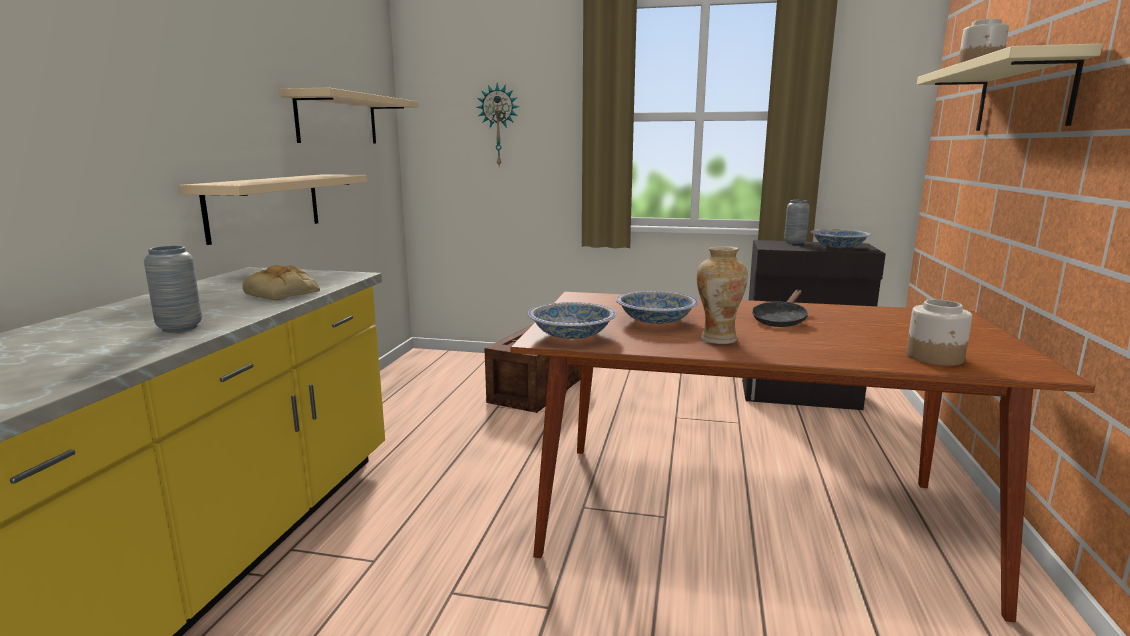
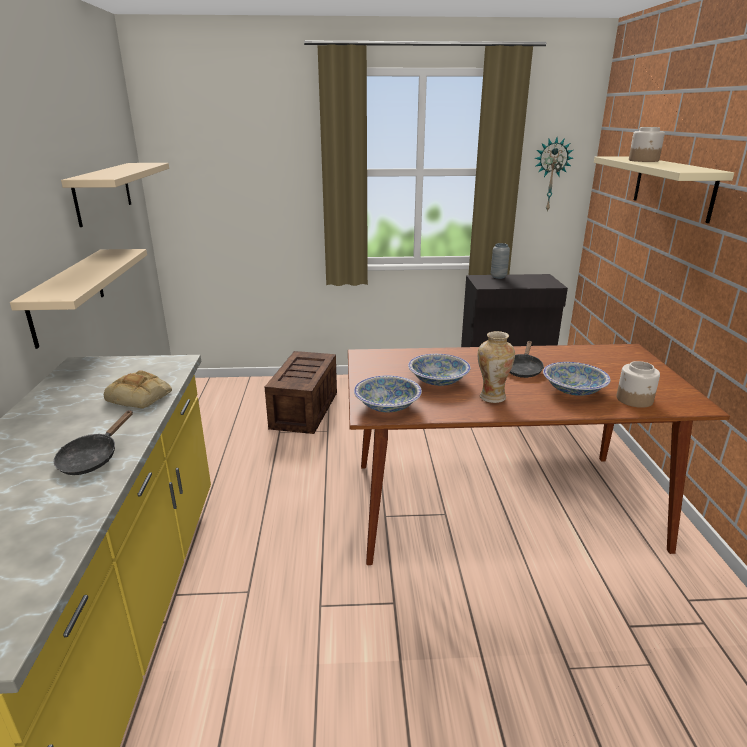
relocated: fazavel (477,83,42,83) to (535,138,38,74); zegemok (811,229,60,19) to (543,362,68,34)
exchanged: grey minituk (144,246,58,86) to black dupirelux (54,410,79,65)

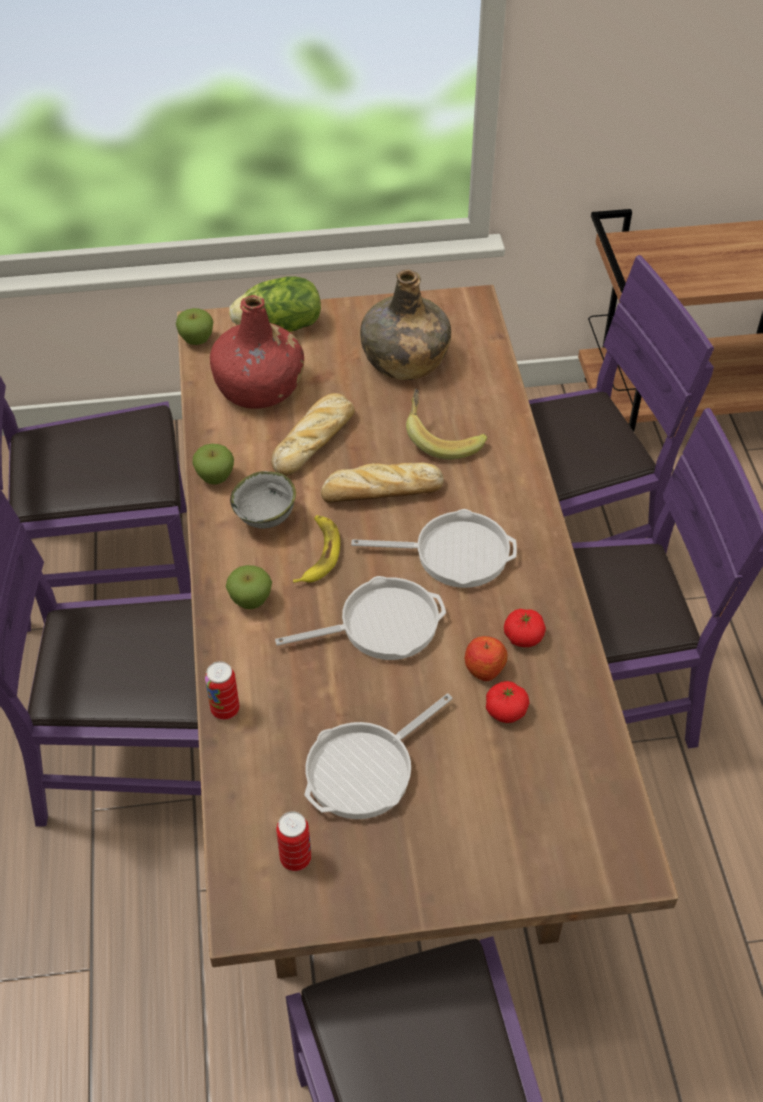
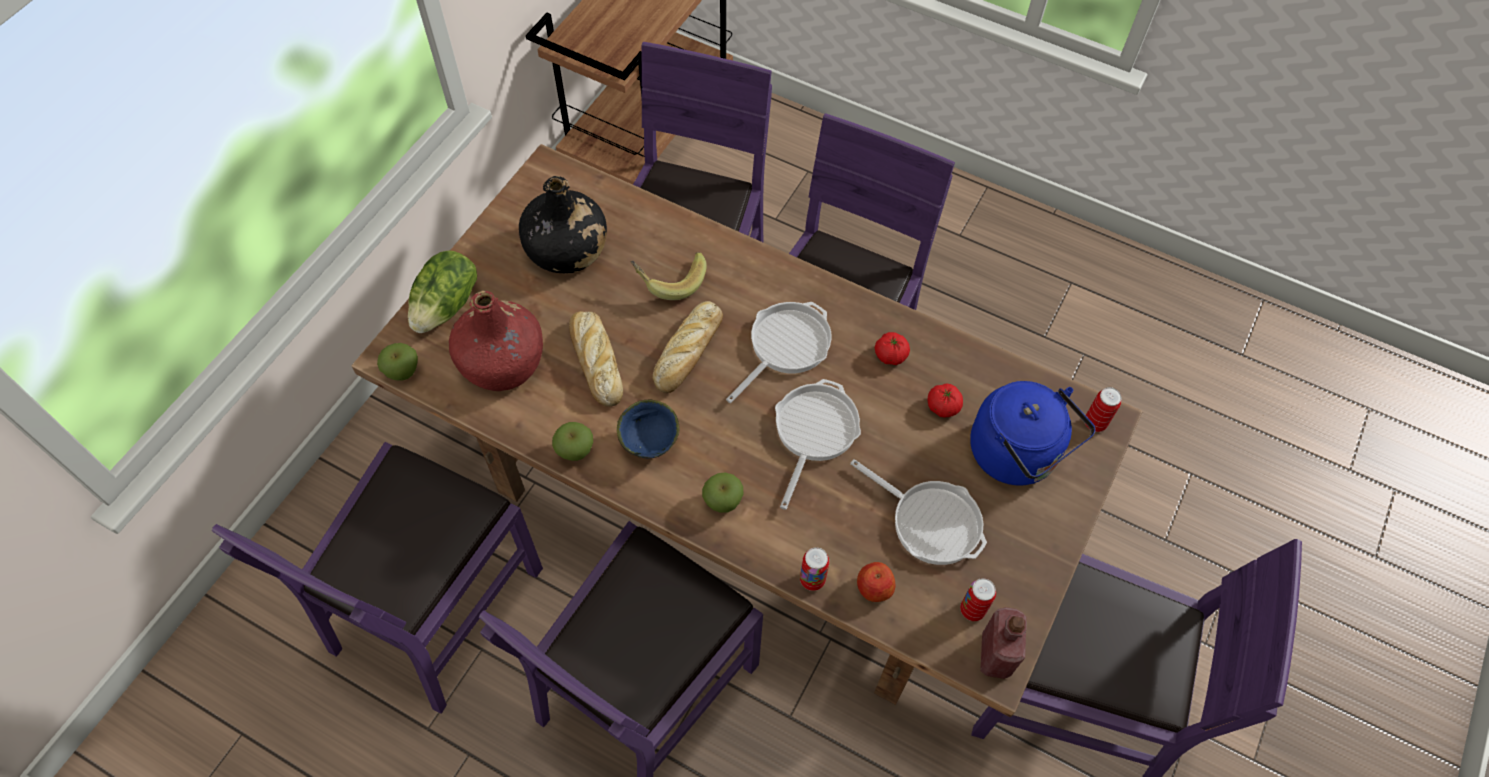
missing: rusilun (293,515,47,68)
appeared: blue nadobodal (970,381,125,104); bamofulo (1085,387,37,45); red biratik (980,607,47,72)
relocated: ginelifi (465,636,43,45) to (857,562,38,40)
colour: green biratik (360,269,91,111) to black biratik (519,176,88,98); grey zegemok (230,471,66,58) to blue zegemok (617,400,62,58)
spun: dupirelux (304,693,149,126) = (850,459,137,106) 45 degrees counterclockwise

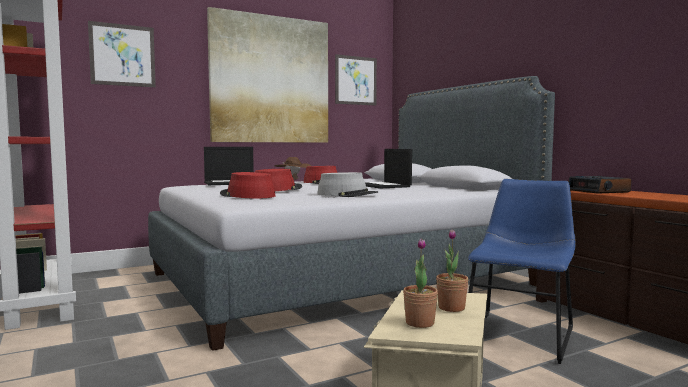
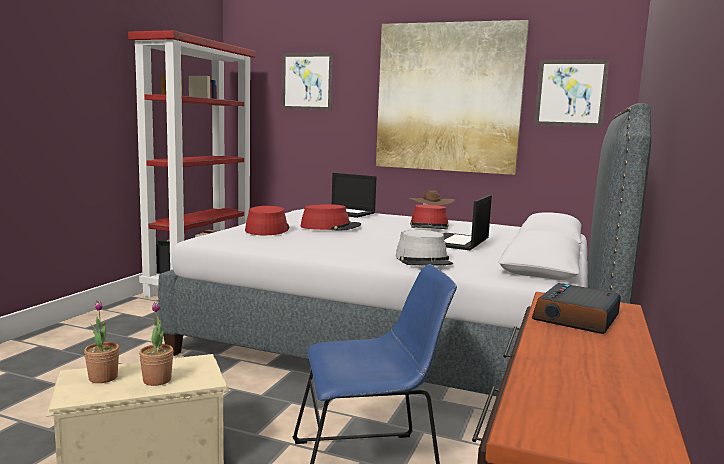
relocated: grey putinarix (317,172,61,25) to (396,230,57,36)

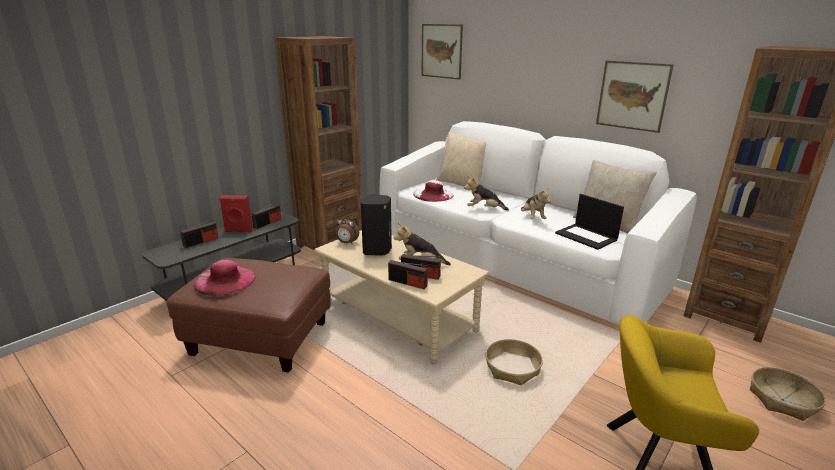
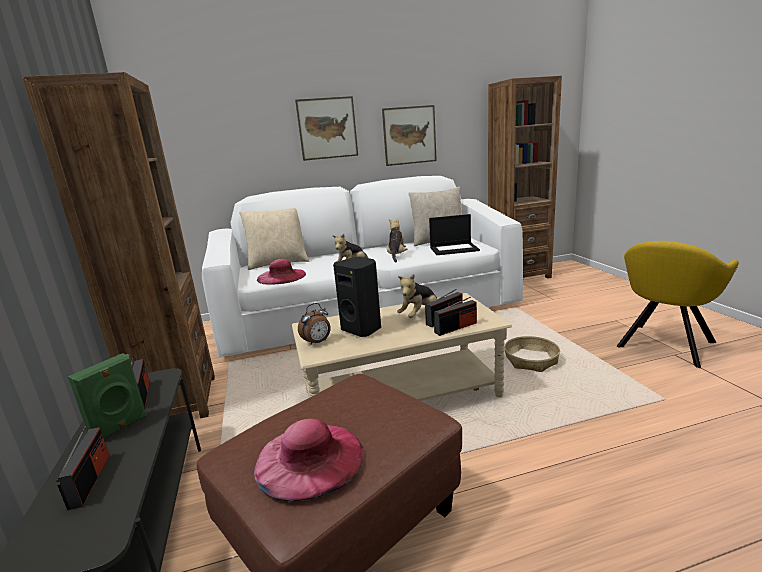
missing: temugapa (750,367,76,54)
relocated: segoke (421,24,42,56) to (295,96,63,65)
colour: white putinarix (413,180,41,22) to pink putinarix (257,259,49,26); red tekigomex (219,195,34,37) to green tekigomex (68,353,79,86)
spun: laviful (521,188,30,31) = (387,218,20,45) 105 degrees counterclockwise

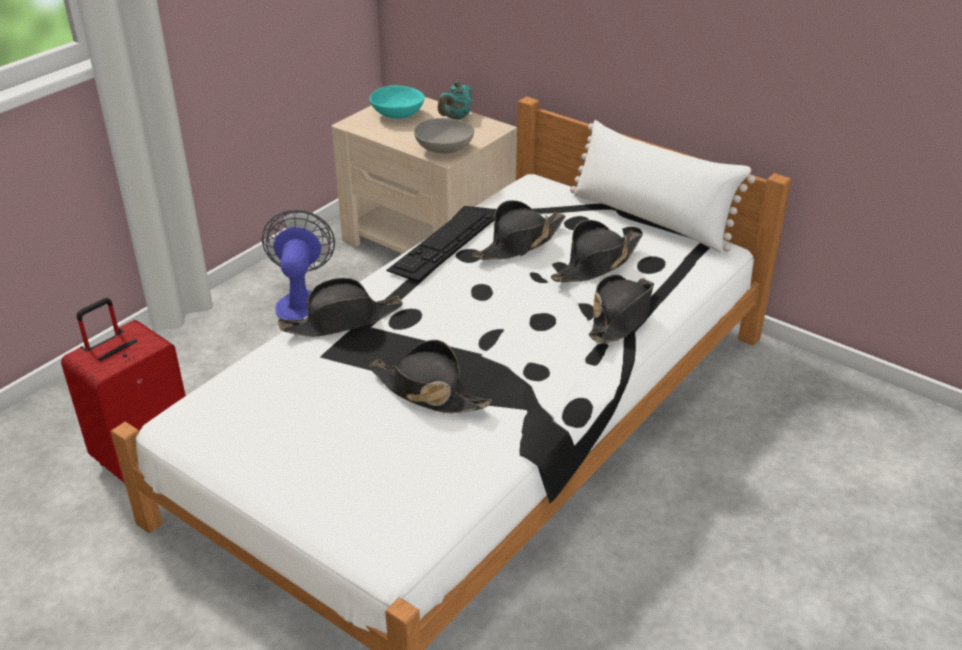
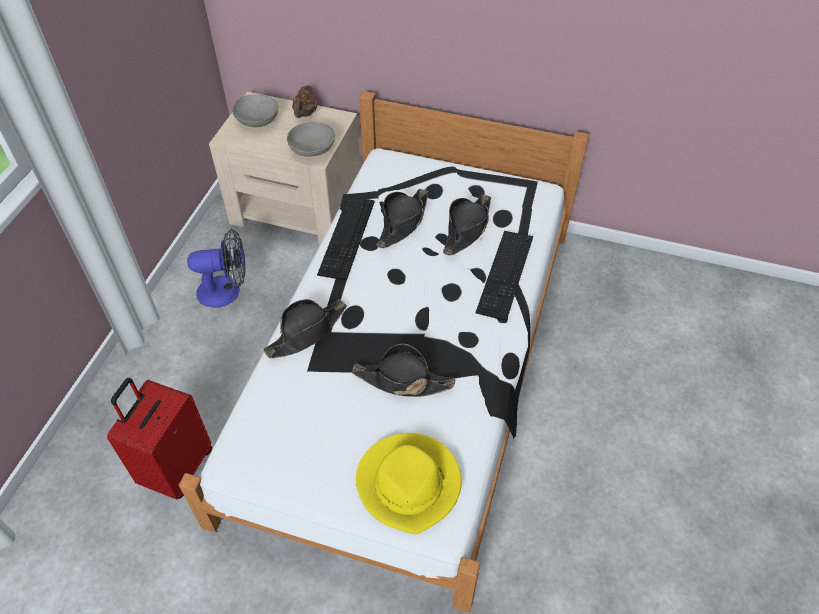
missing: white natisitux (570,120,185,133)
appeared: yellow putinarix (356,433,106,101)
exchanged: black putinarix (588,274,66,69) to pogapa (475,231,58,90)
colour: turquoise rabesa (438,81,35,39) to brown rabesa (292,85,25,33); turquoise zegemok (370,85,55,34) to grey zegemok (232,95,46,32)
spun: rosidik (262,210,73,110) = (187,229,58,79) 105 degrees clockwise

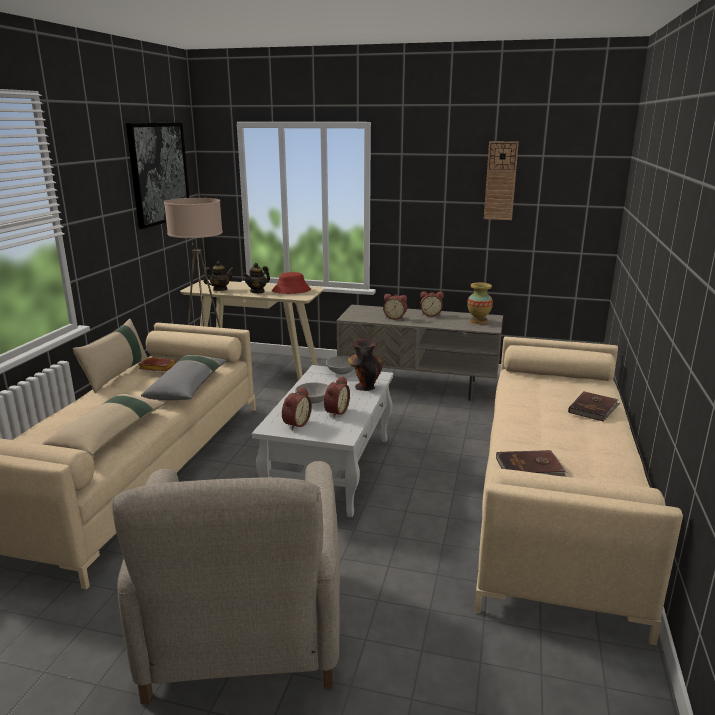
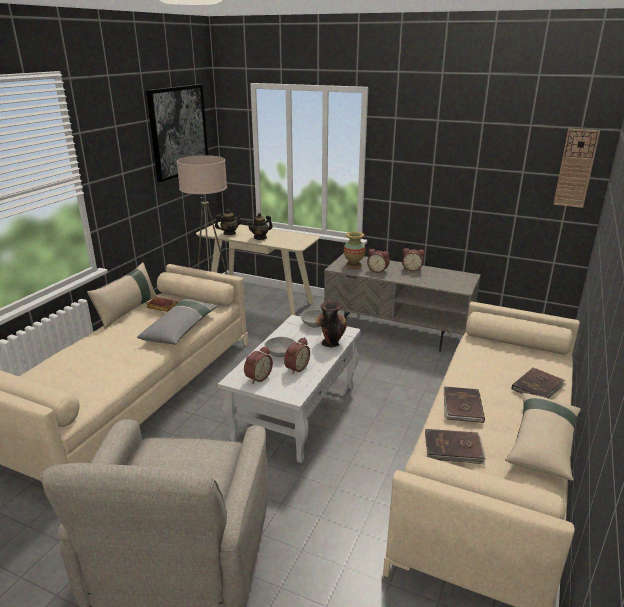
missing: red putinarix (272,272,39,22)
appeared: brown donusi (444,387,41,36)
relocated: fazavel (484,141,35,79) to (553,129,47,79); minituk (467,283,26,41) to (344,232,22,36); beige natisitux (42,394,123,62) to (505,393,76,88)

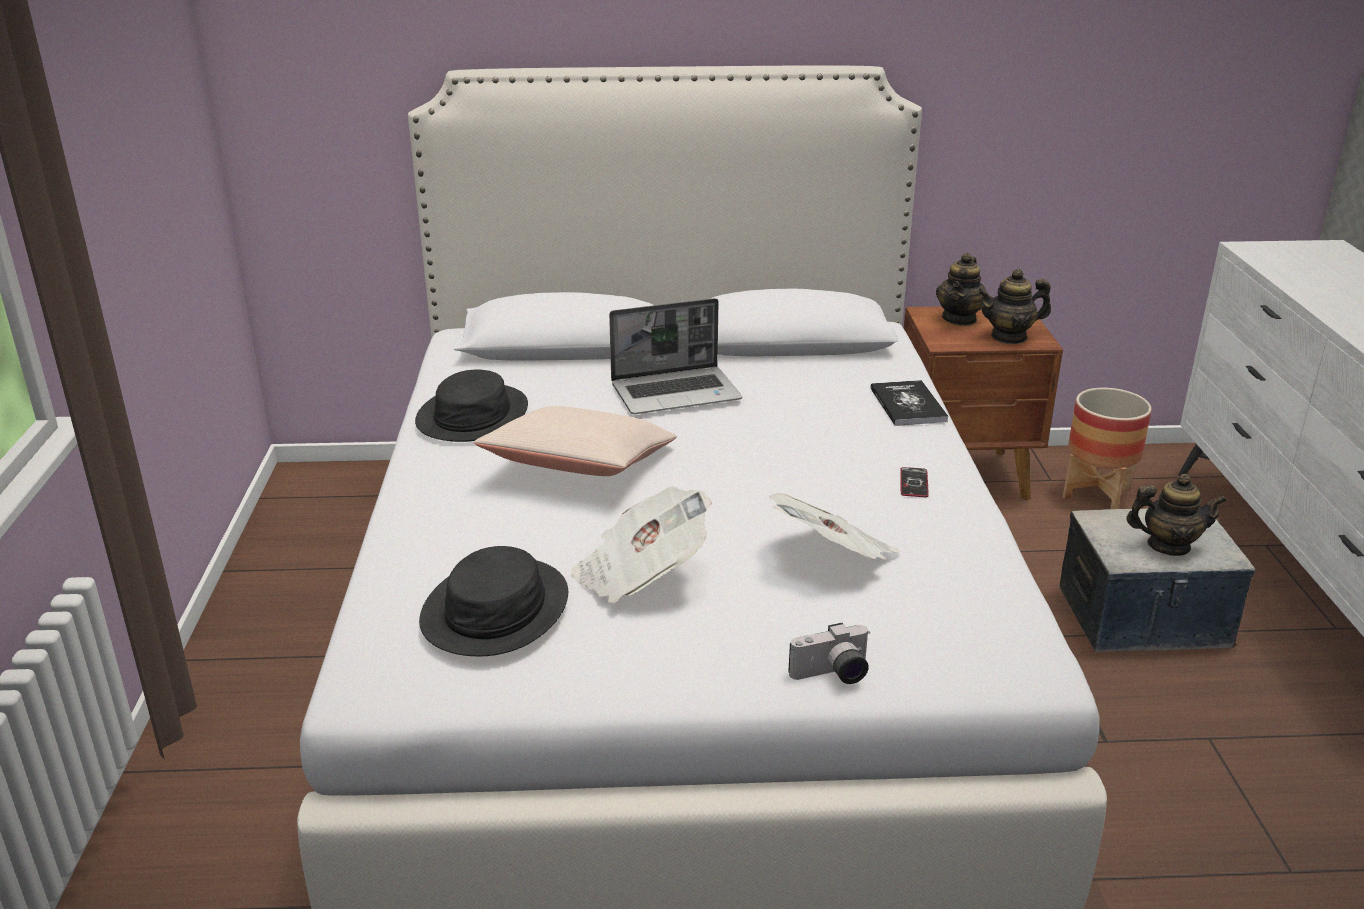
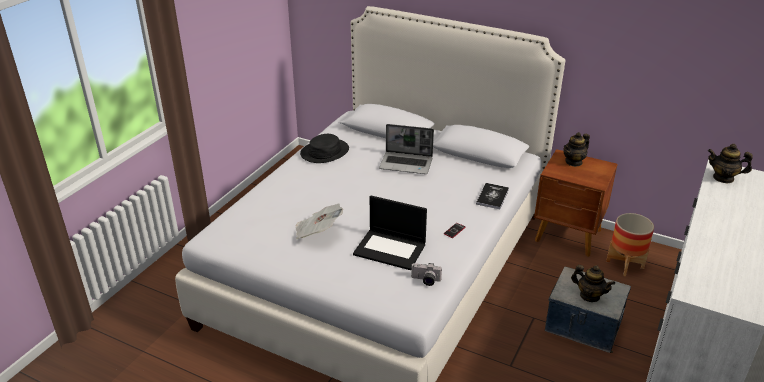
missing: beige natisitux (474,406,203,70); black putinarix (419,546,149,110)
relocated: rabesa (978,269,73,75) to (708,144,45,39); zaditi (788,623,82,61) to (411,263,31,23)
exchanged: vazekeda (769,493,131,67) to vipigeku (353,195,74,75)

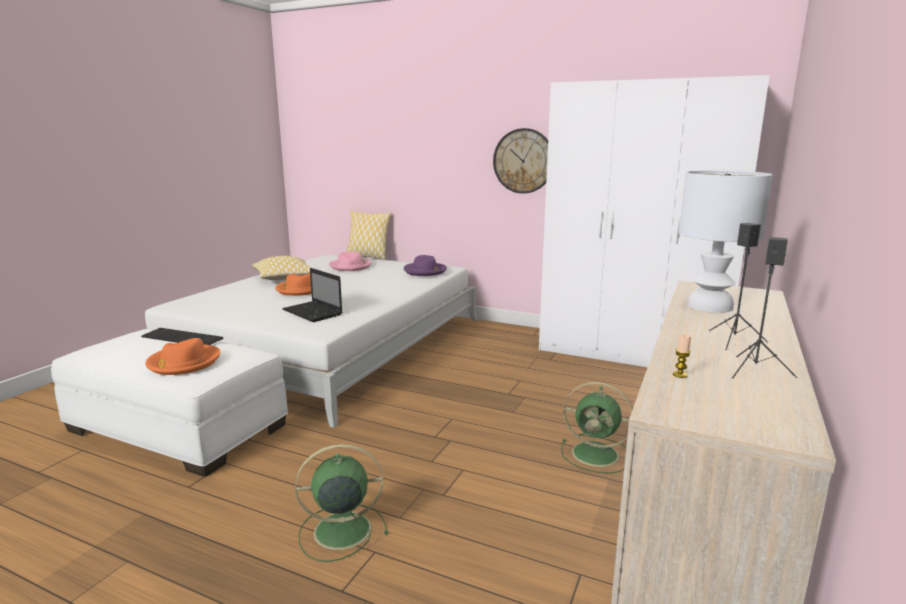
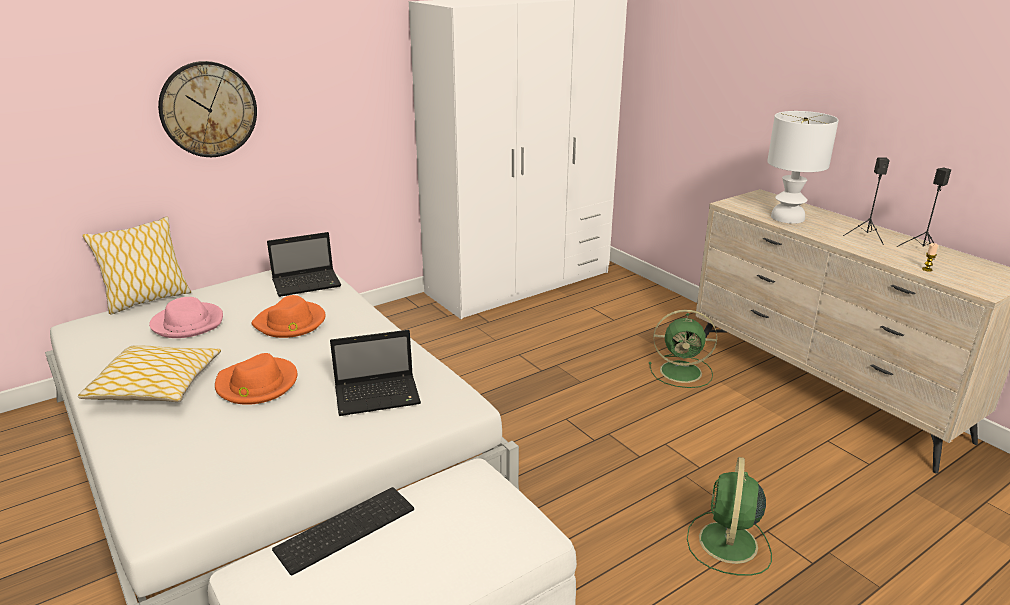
relocated: fazavel (493,128,55,66) to (158,61,99,96); orange putinarix (145,338,75,37) to (252,295,74,43)
exchanged: purple putinarix (404,255,43,21) to vipigeku (267,232,74,65)
spun: green rosidik (561,382,72,92) = (649,310,68,78) 45 degrees clockwise

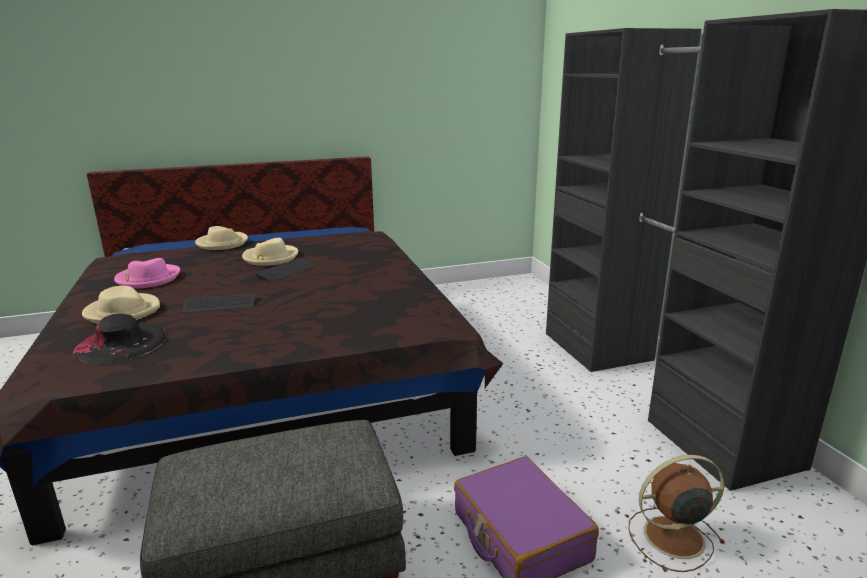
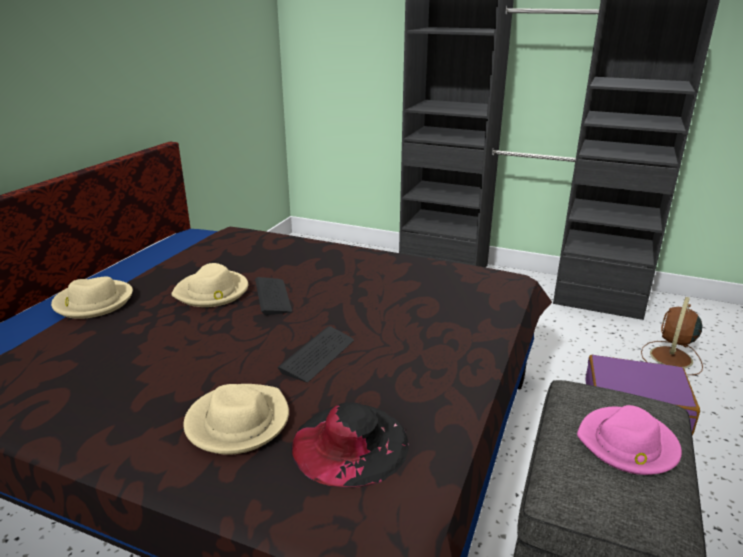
relocated: pink putinarix (114,258,66,31) to (577,405,105,70)

